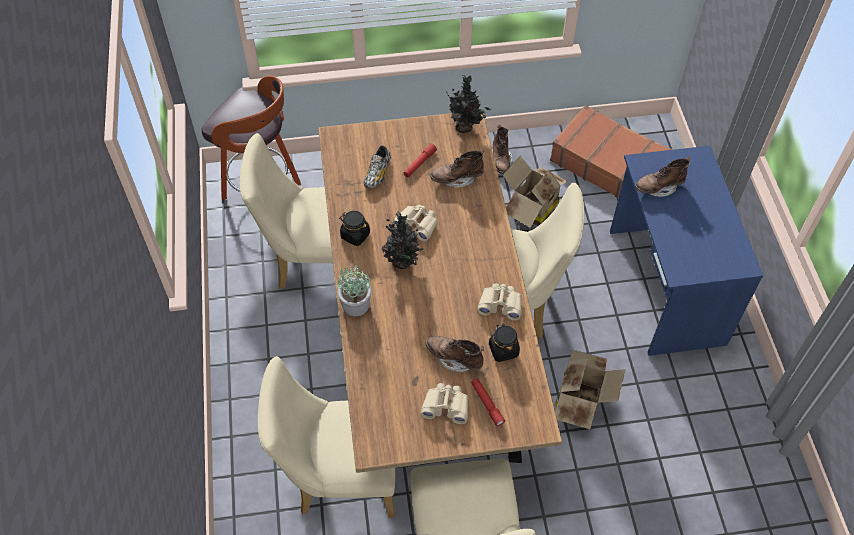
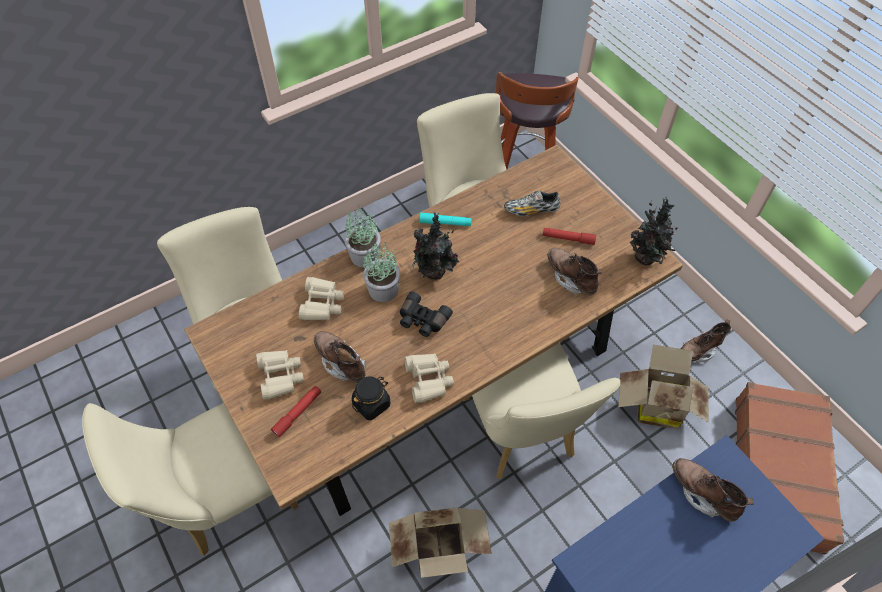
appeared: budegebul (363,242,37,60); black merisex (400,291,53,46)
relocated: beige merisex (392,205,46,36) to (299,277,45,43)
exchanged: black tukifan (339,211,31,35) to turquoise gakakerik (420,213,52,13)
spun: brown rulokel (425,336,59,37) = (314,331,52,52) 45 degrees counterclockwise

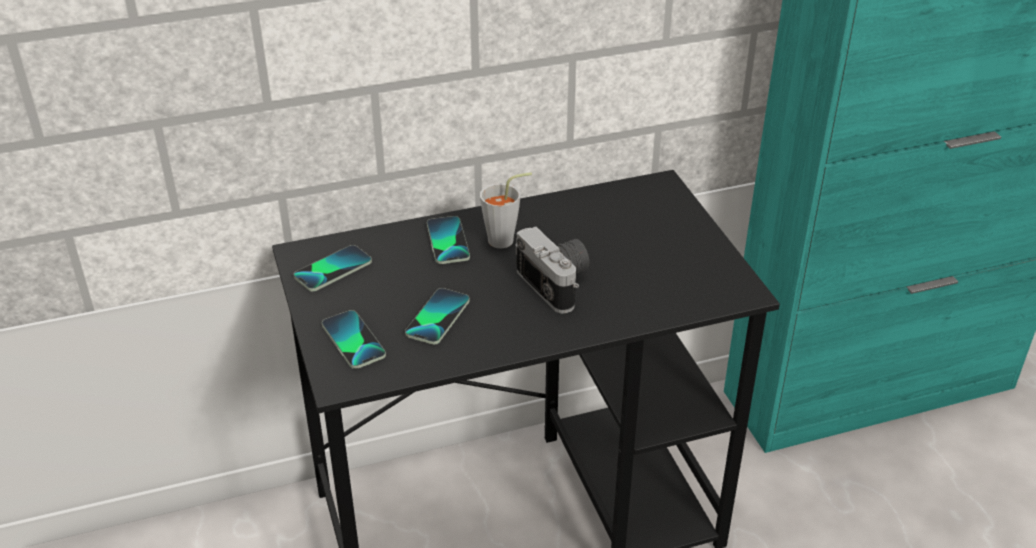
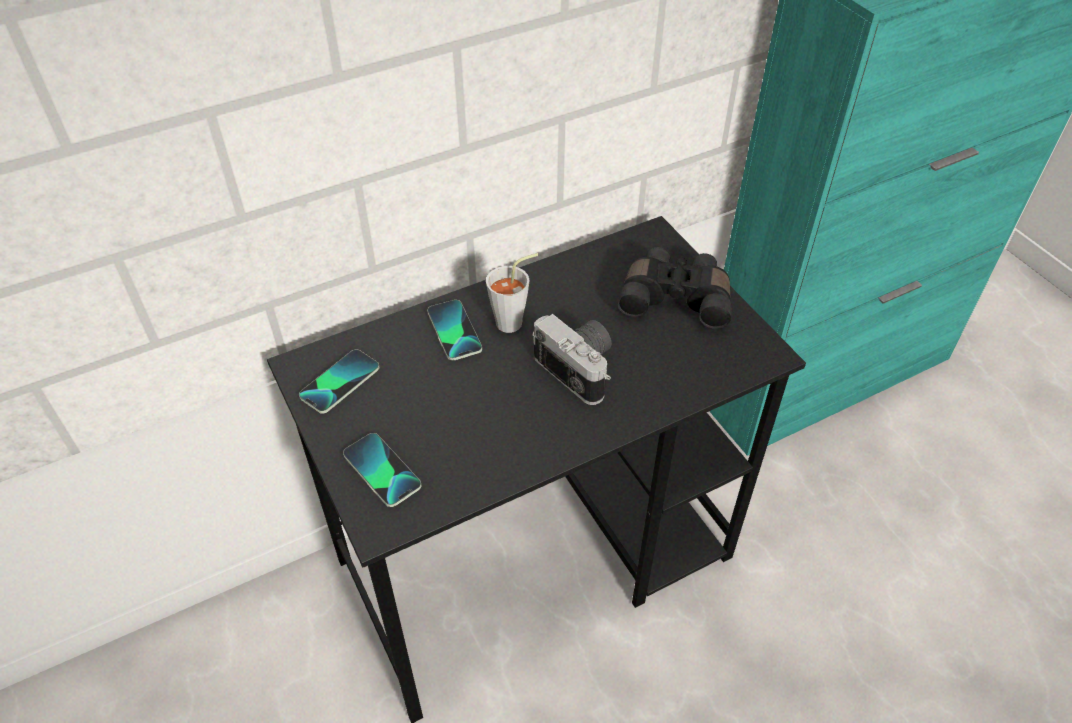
missing: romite (405,288,65,57)
appeared: black merisex (618,247,114,82)

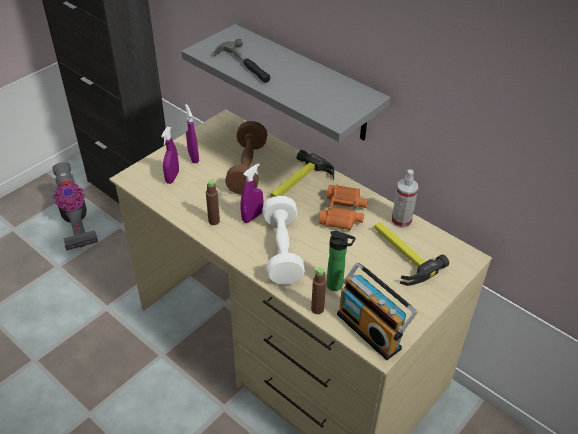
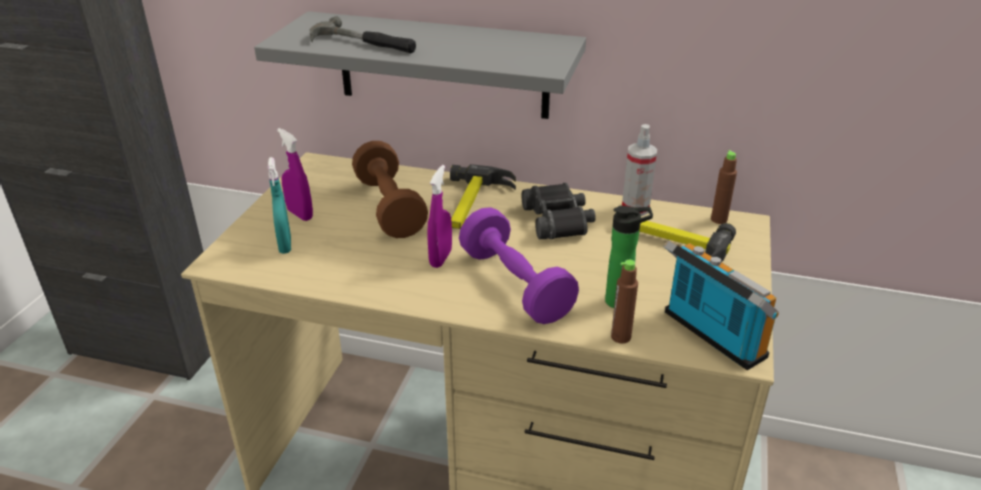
missing: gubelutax (52,162,46,88)
relocated: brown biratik (206,179,14,46) to (711,150,26,74)
colour: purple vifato (161,127,18,57) to turquoise vifato (268,157,23,97); orange merisex (319,185,49,45) to black merisex (522,183,74,56); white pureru (262,196,43,89) to purple pureru (459,207,120,117)
spun: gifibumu (337,263,80,97) = (663,240,116,130) 150 degrees counterclockwise

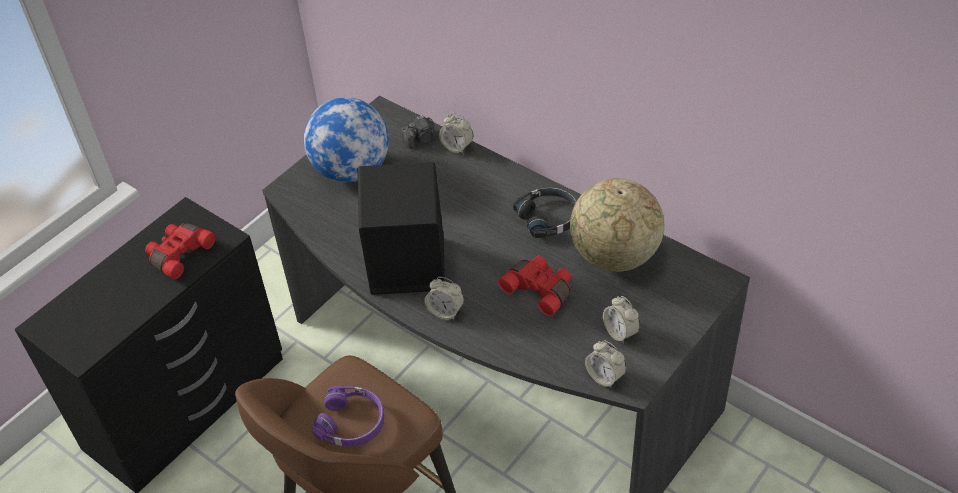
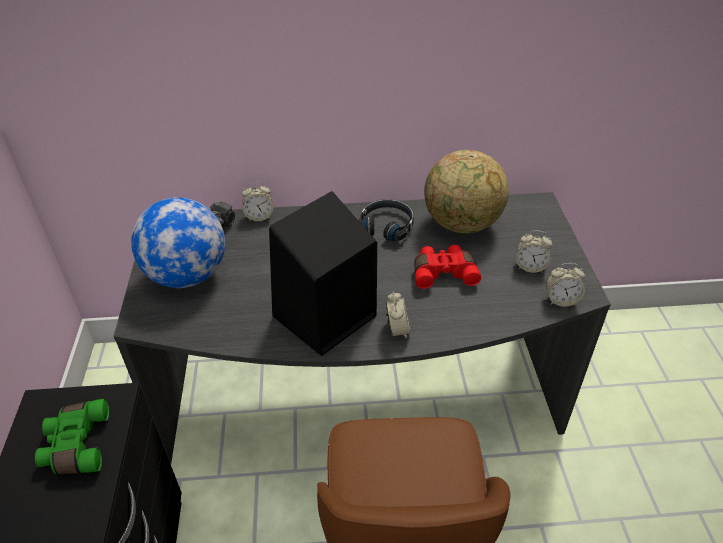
missing: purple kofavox (312,385,72,62)
colour: red merisex (145,223,71,56) to green merisex (35,399,74,75)
spun: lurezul (425,277,39,43) = (386,291,24,47) 75 degrees counterclockwise

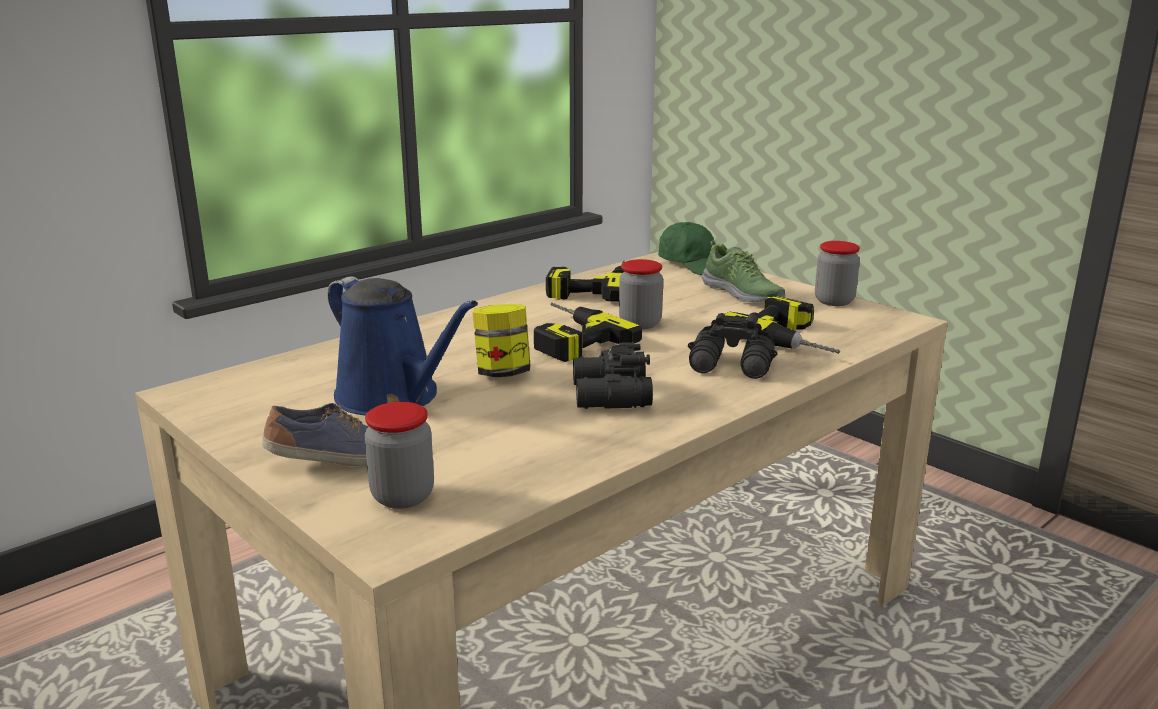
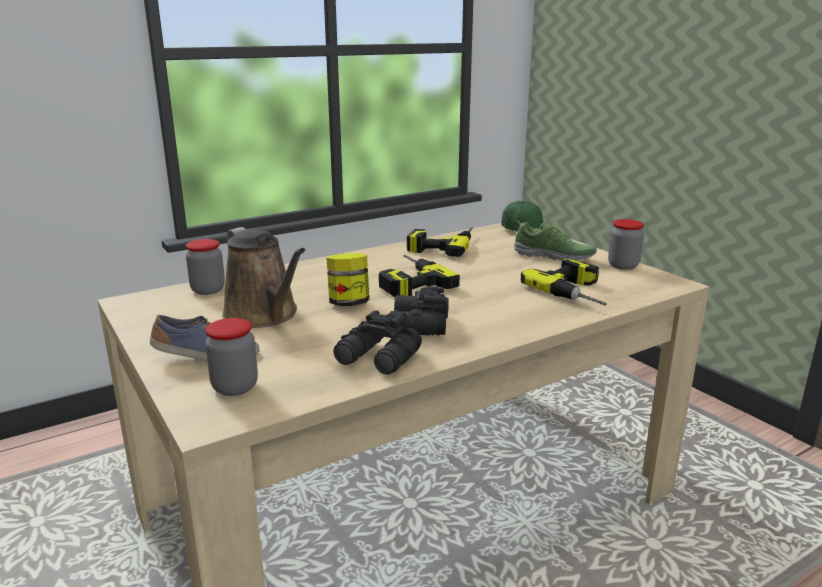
relocated: tukifan (619,259,44,70) to (186,239,39,56); black merisex (688,313,90,66) to (333,310,89,64)
colour: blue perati (328,276,150,140) to brown perati (222,227,84,101)
spun: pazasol (702,240,84,62) = (514,220,83,41) 45 degrees counterclockwise

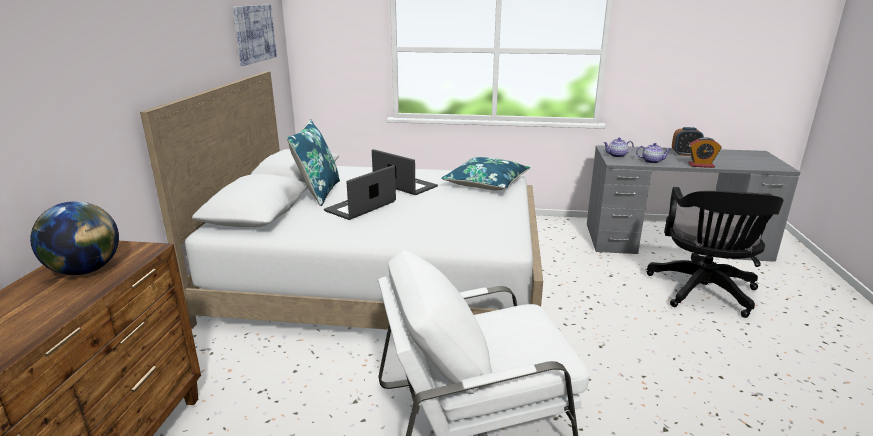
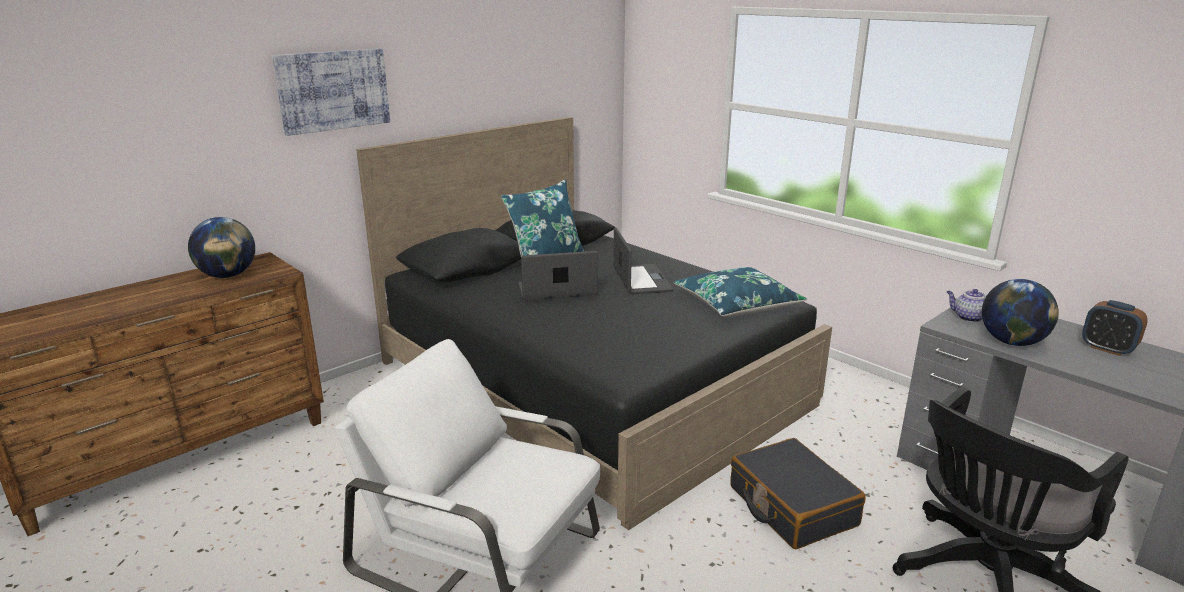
missing: lurezul (688,137,34,31)
appeared: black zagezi (730,438,136,111)
relocated: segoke (233,5,44,61) to (272,49,118,87)
exchanged: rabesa (636,143,35,21) to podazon (982,279,77,67)
colour: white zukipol (140,71,403,259) to black zukipol (356,117,476,413)

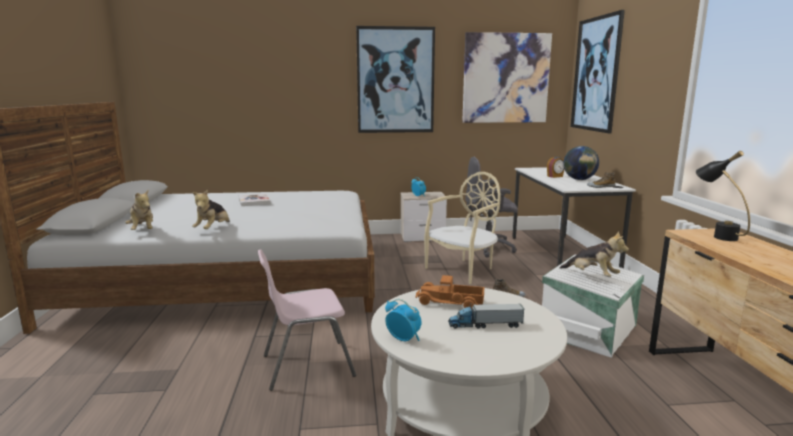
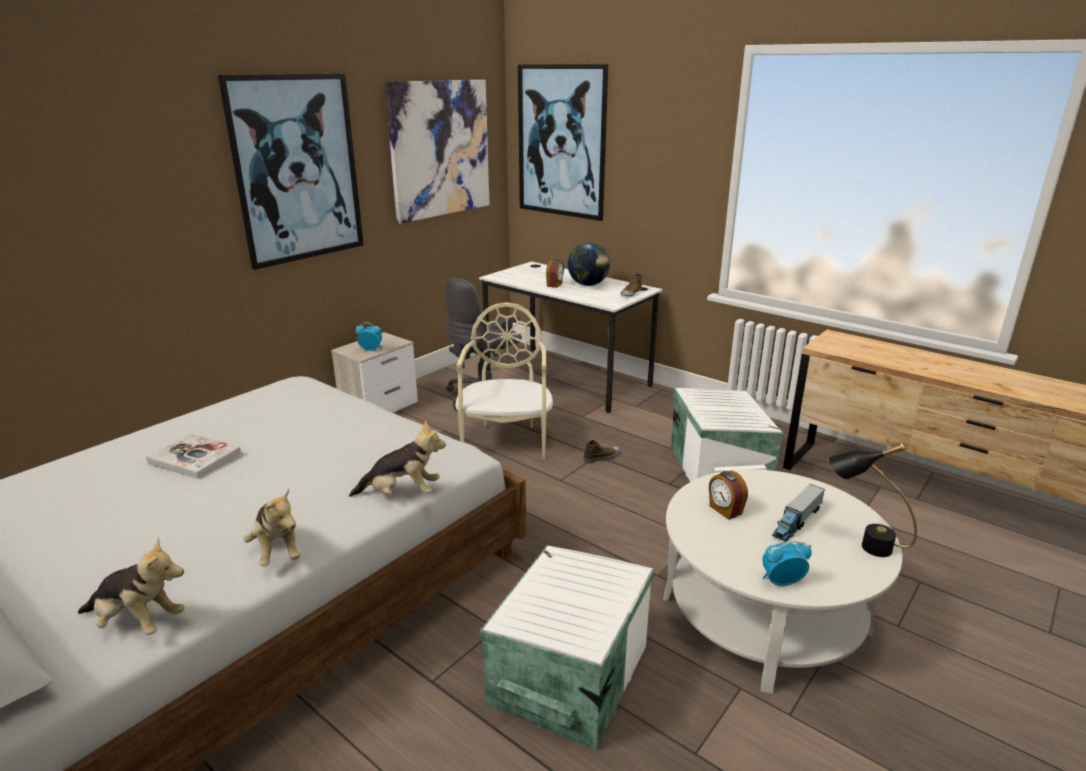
relocated: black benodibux (696,151,54,90) to (829,443,88,114); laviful (560,231,69,46) to (349,421,97,76)
exchanged: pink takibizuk (258,249,98,142) to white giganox (480,545,174,206); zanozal (416,275,68,35) to lurezul (709,470,39,50)

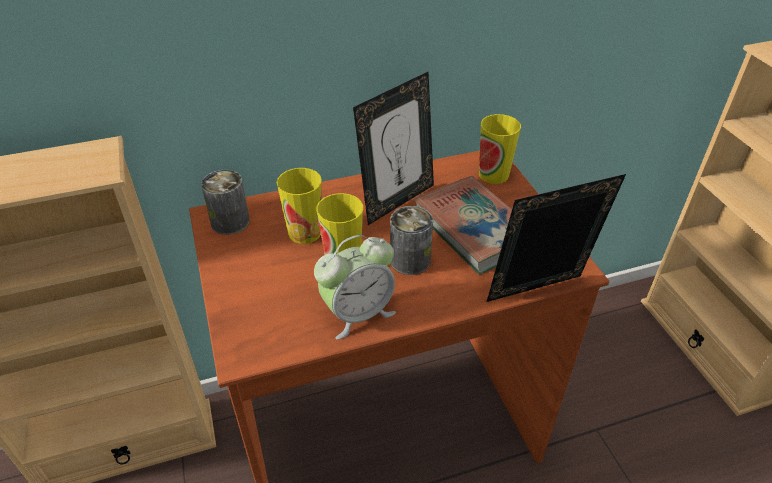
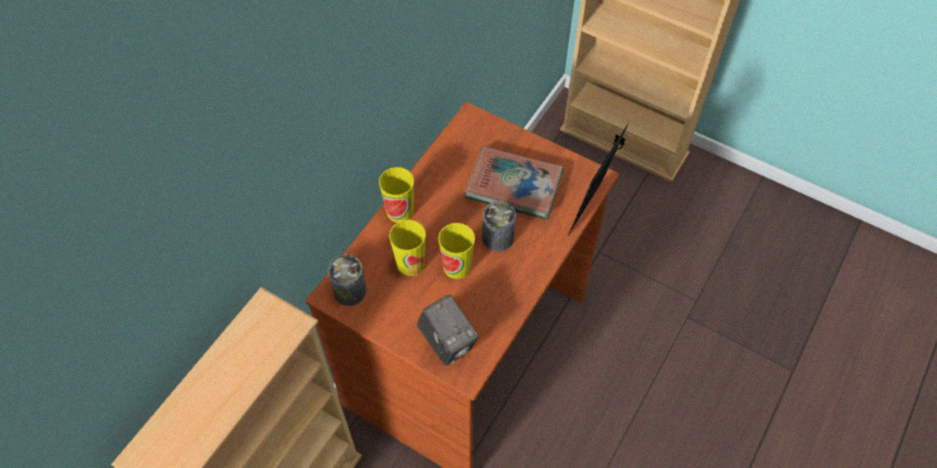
missing: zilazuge (353,72,81,153); lurezul (314,235,82,105)
appeared: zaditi (417,294,62,72)
relocated: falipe (479,114,42,70) to (379,167,35,56)

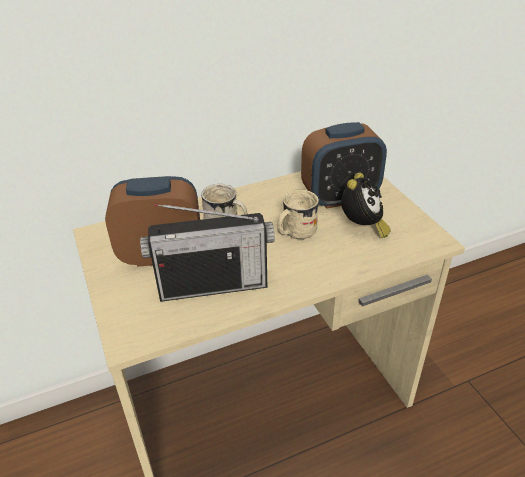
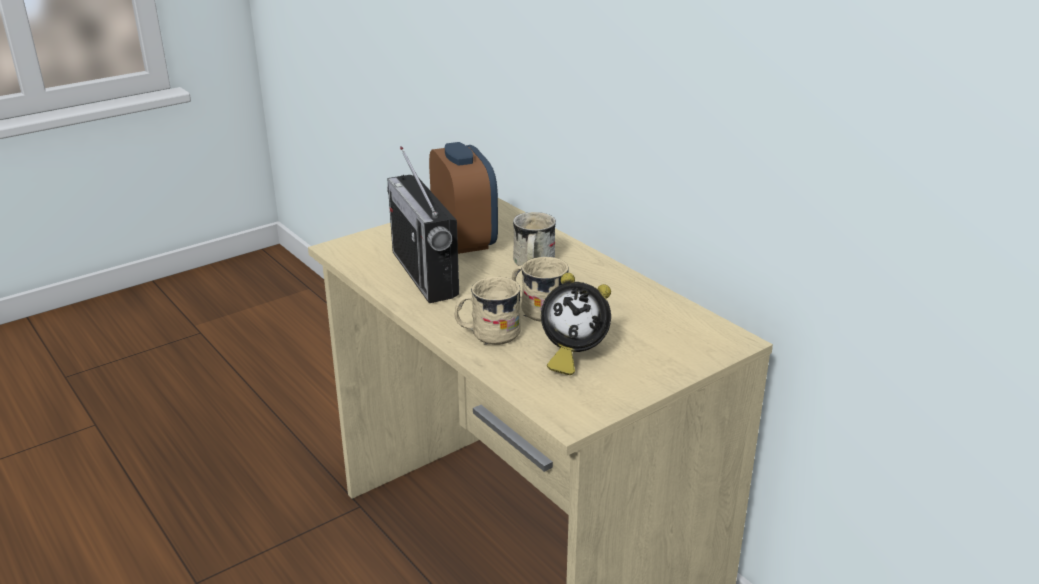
missing: lurezul (301,122,86,87)
appeared: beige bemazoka (454,277,67,68)

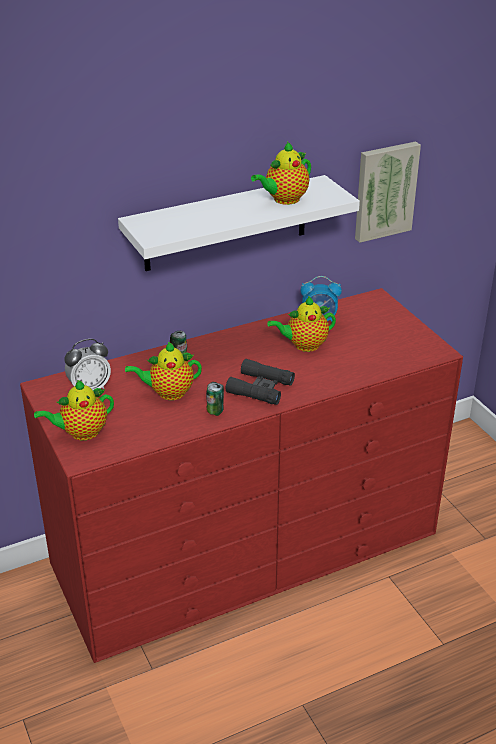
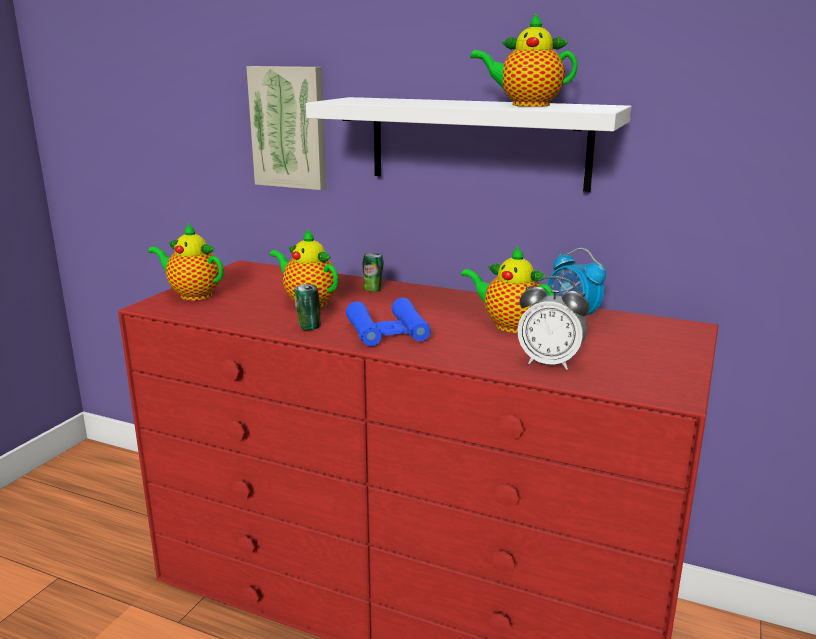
relocated: segoke (355,141,66,102) to (246,66,80,124); lurezul (64,339,47,51) to (517,276,72,94)
colour: black merisex (226,359,69,46) to blue merisex (346,297,85,49)

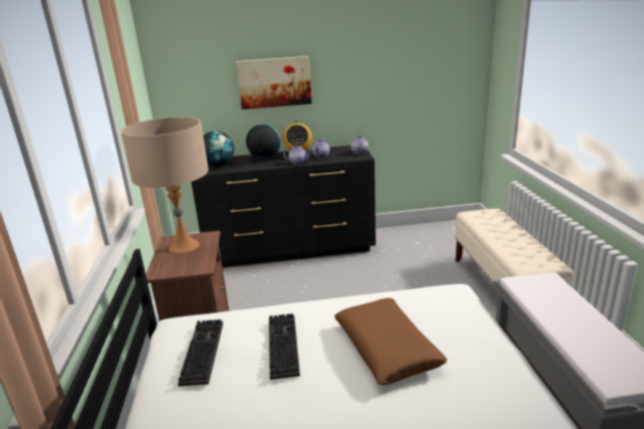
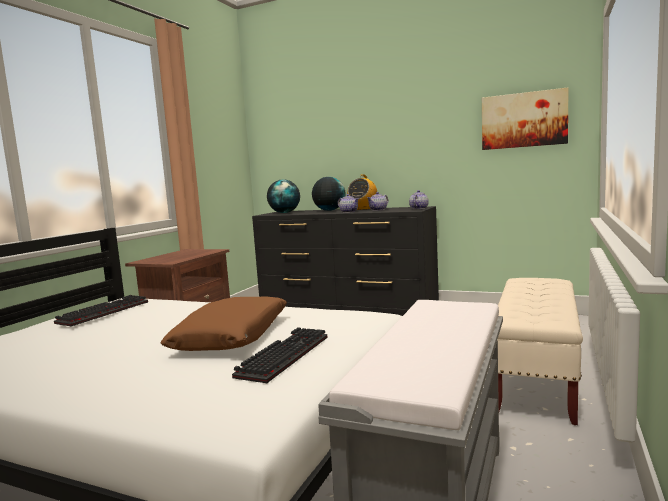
missing: beige benodibux (121,117,88,137)
relocated: segoke (236,56,76,53) to (482,87,87,63); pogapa (269,313,31,67) to (232,327,95,56)

